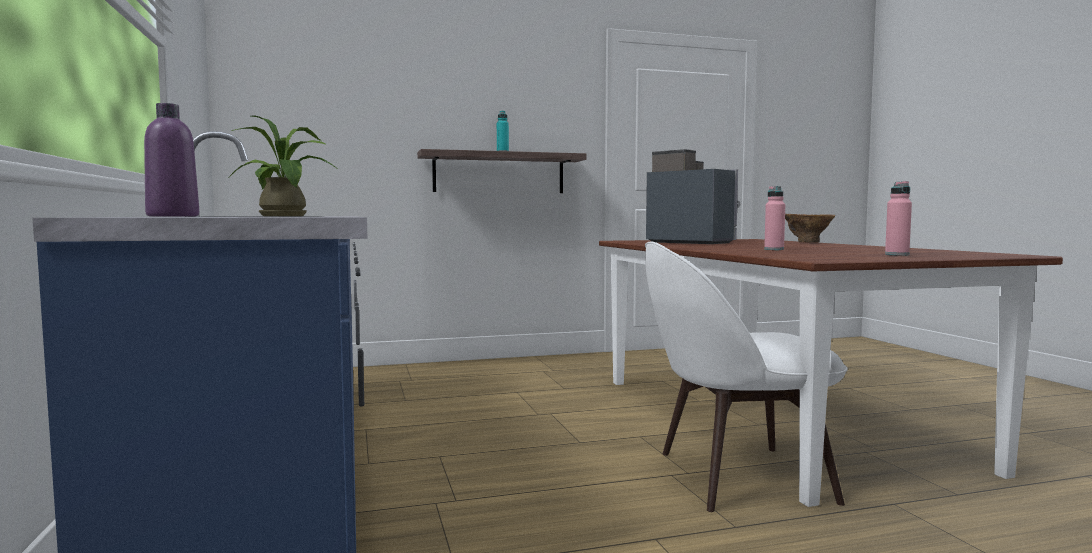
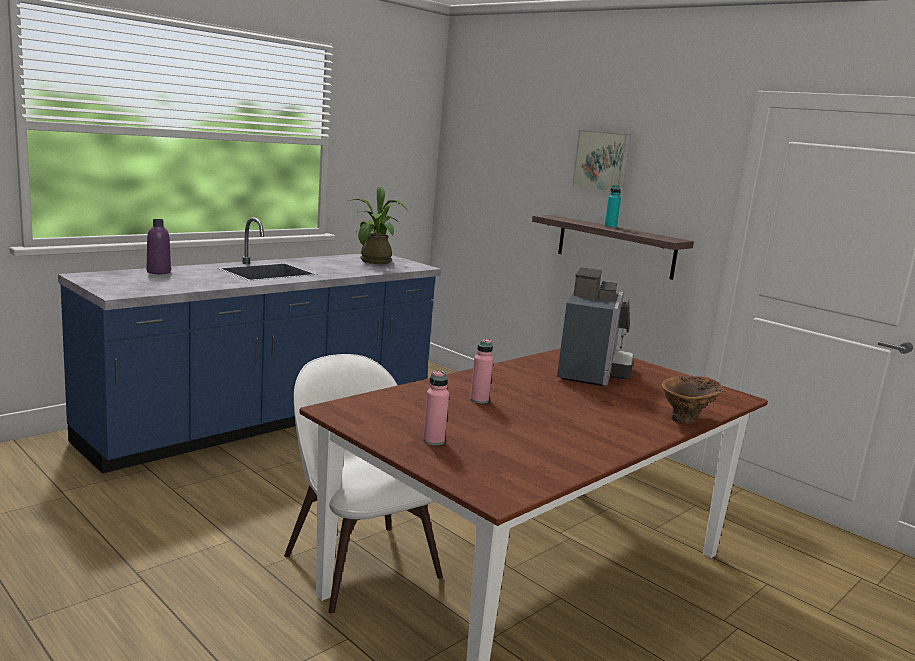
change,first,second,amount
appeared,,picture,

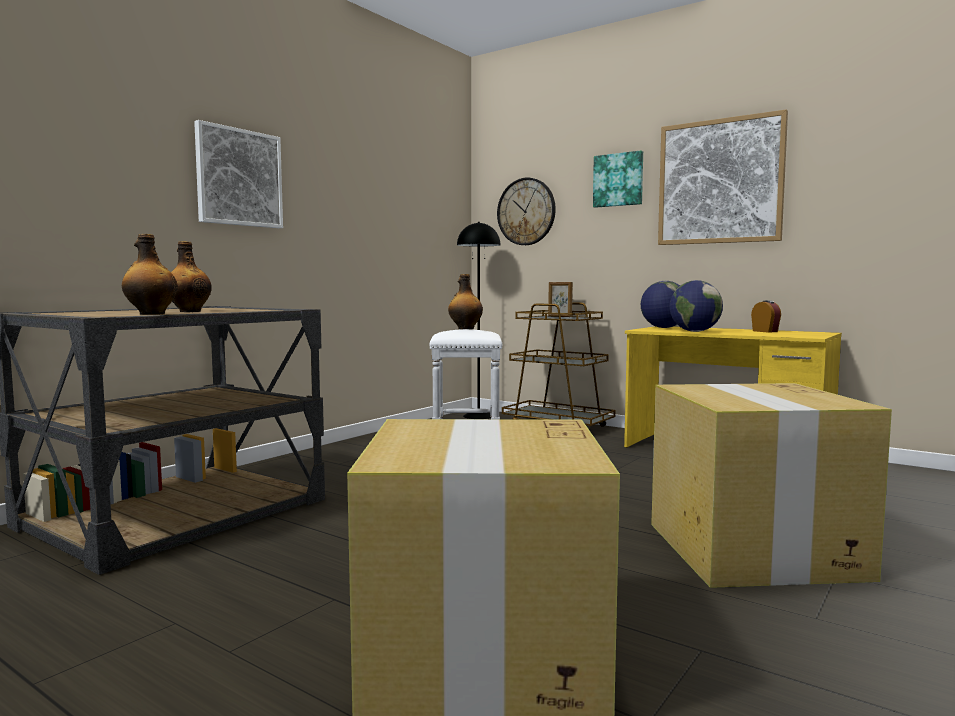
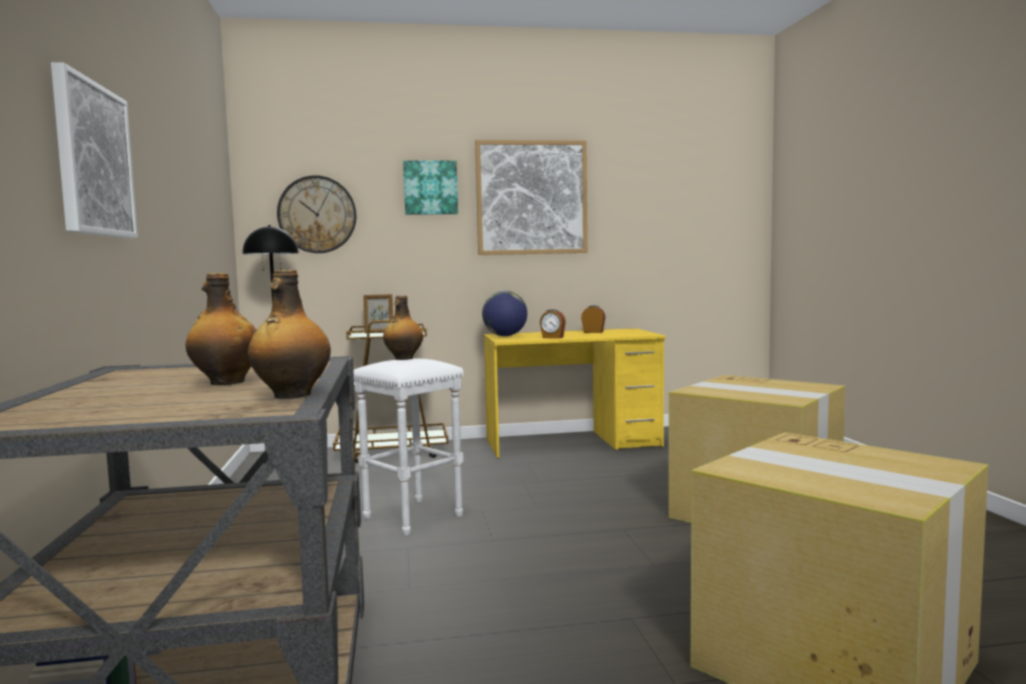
change,first,second,amount
exchanged,globe (no. 2 from left),alarm clock (no. 1 from left),

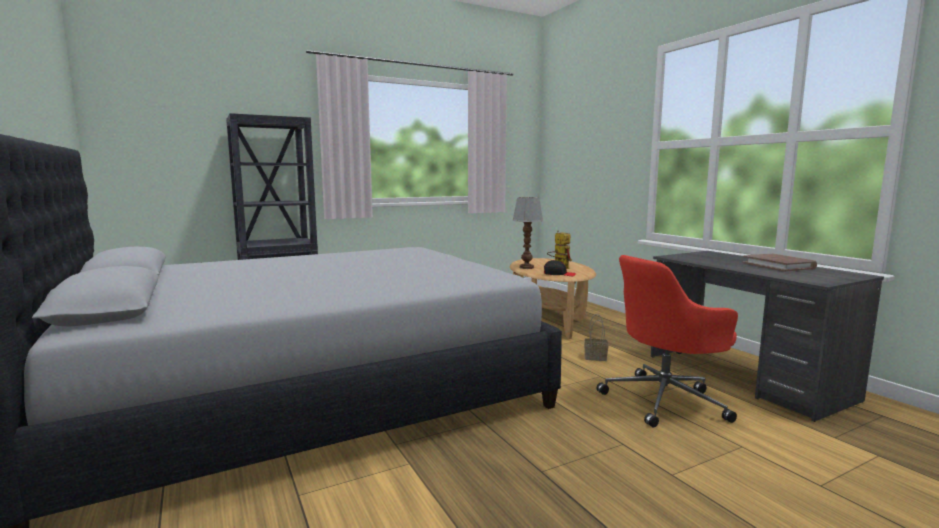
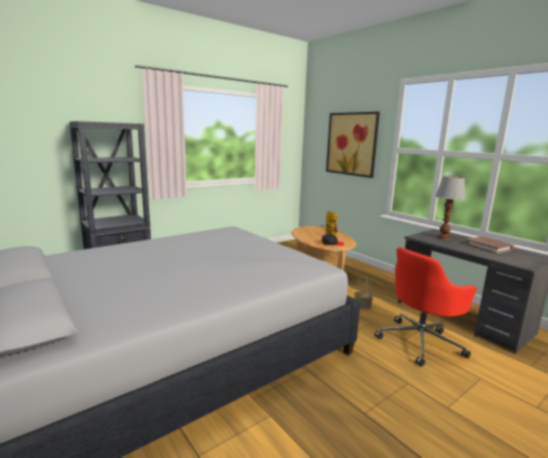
change,first,second,amount
relocated,table lamp,,
appeared,,picture,

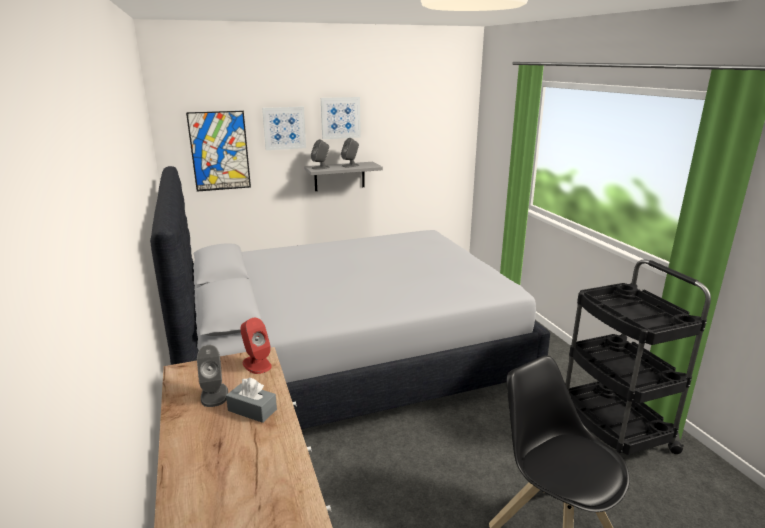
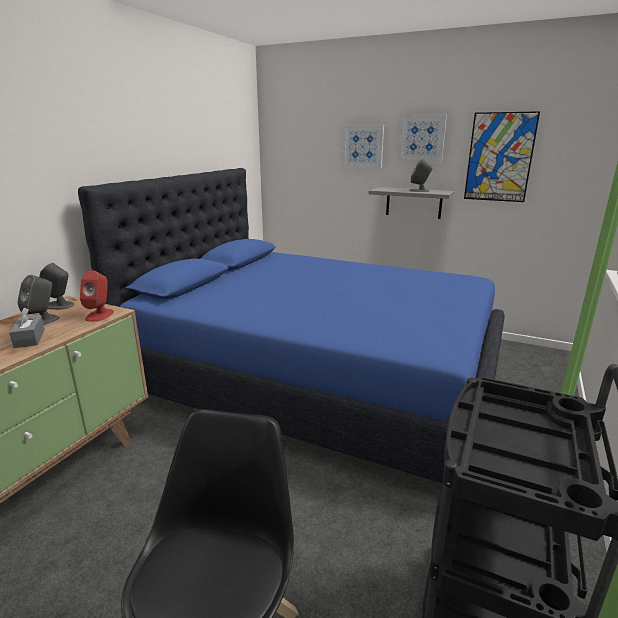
change,first,second,amount
relocated,picture (no. 1 from left in the first image),picture (no. 3 from left),
relocated,speaker/grey (no. 2 from left),,
colour,bed/grey,bed/blue,

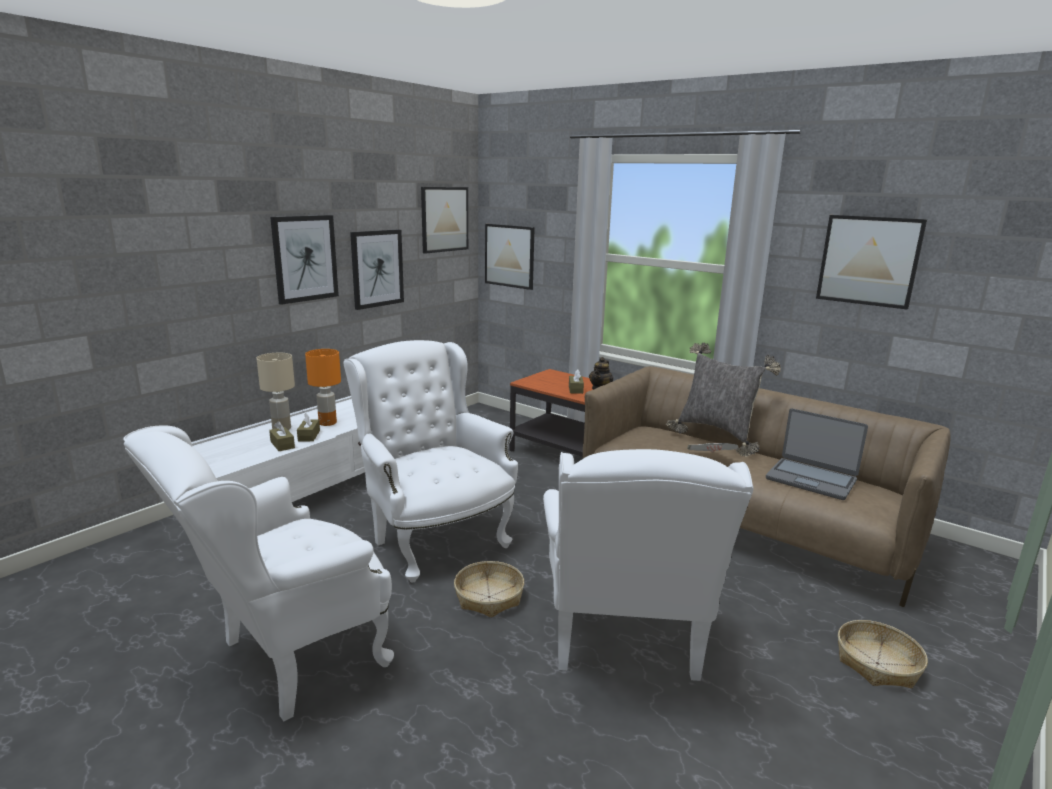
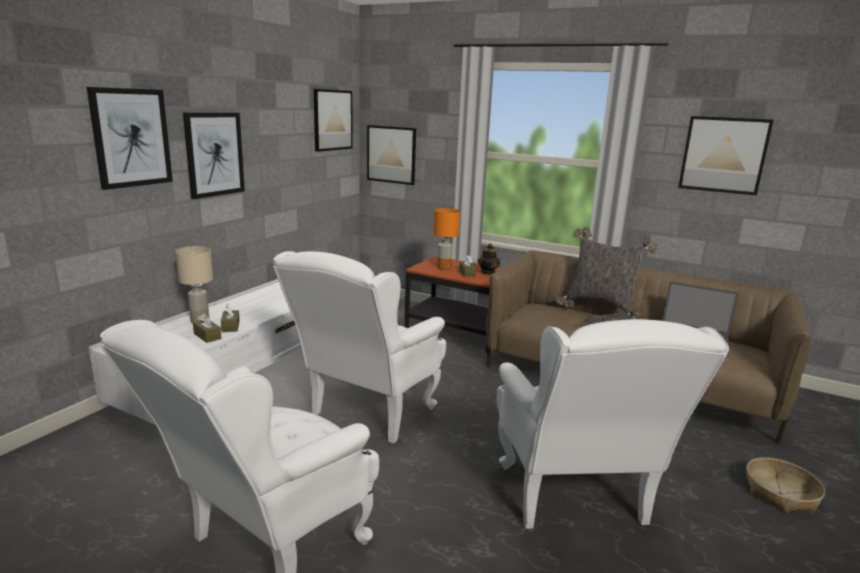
change,first,second,amount
relocated,picture (no. 2 from left in the first image),picture (no. 1 from left),
spun,armchair/white (no. 2 from left),,105 degrees counterclockwise
relocated,table lamp/orange,,
missing,basket (no. 1 from left),,

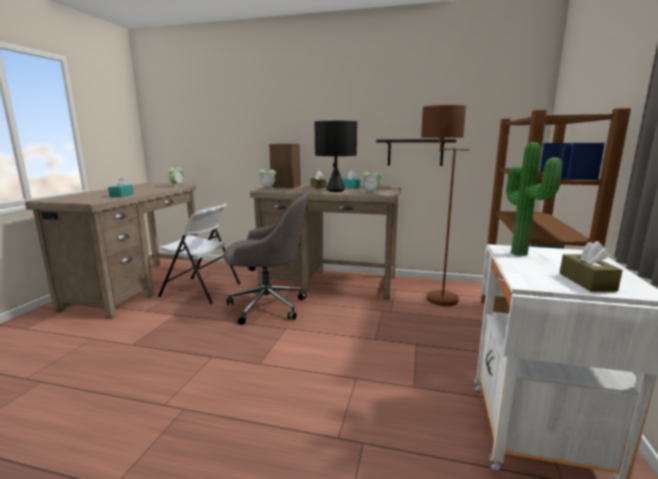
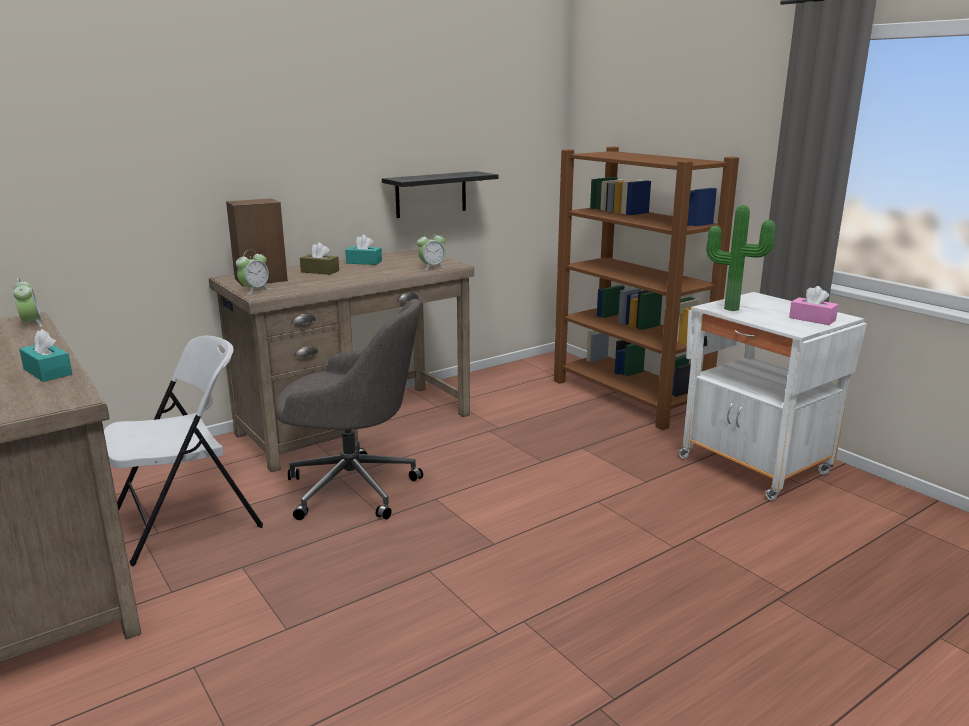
change,first,second,amount
missing,floor lamp/brown,,
missing,table lamp/black,,
spun,office chair/grey,,60 degrees clockwise
colour,tissue box/brown (no. 2 from left),tissue box/pink,

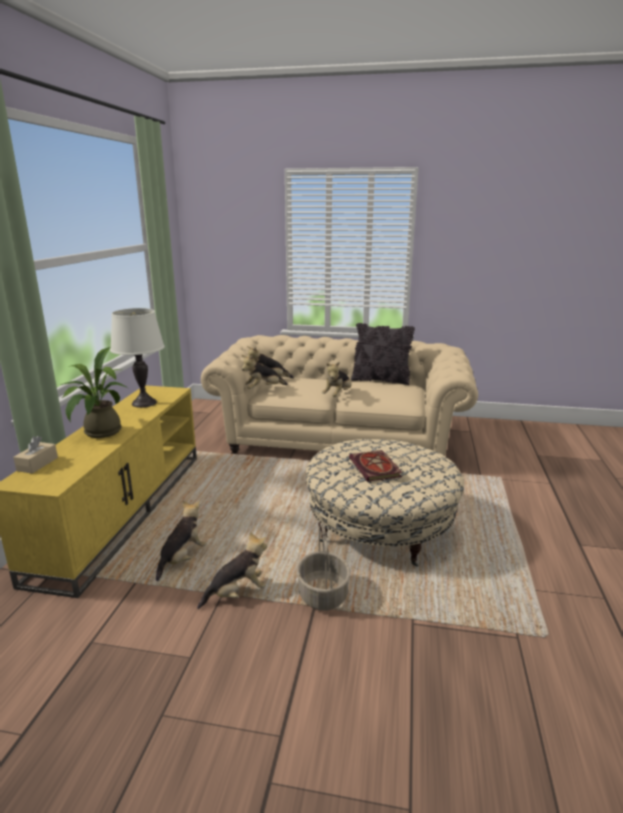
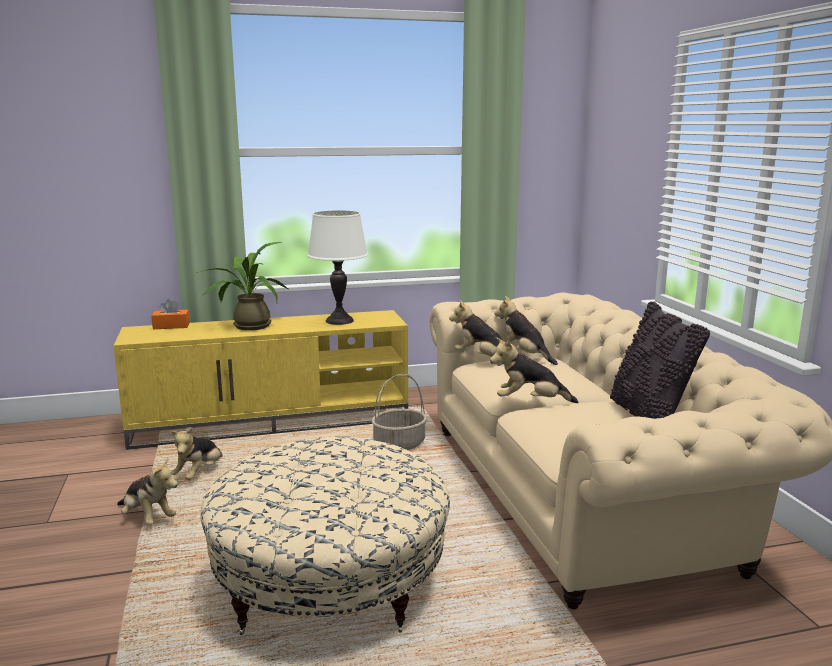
change,first,second,amount
colour,tissue box/beige,tissue box/orange,
missing,book,,
spun,plush toy (no. 1 from left in the first image),plush toy (no. 2 from left),105 degrees clockwise
relocated,basket,,

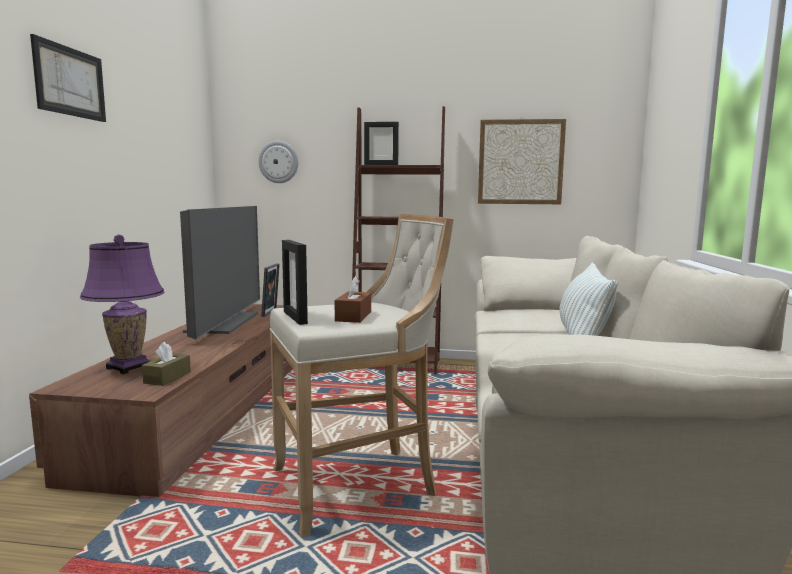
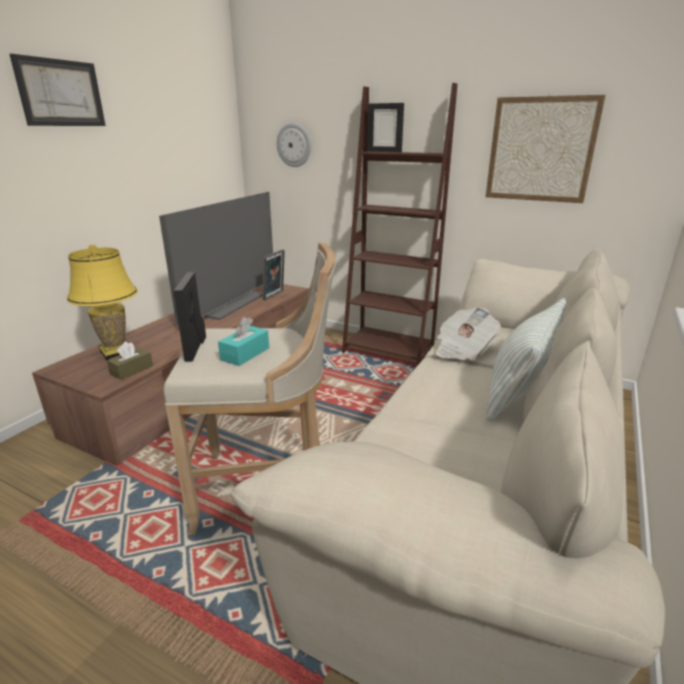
change,first,second,amount
colour,table lamp/purple,table lamp/yellow,
colour,tissue box/brown (no. 2 from left),tissue box/turquoise,
appeared,,newspaper,

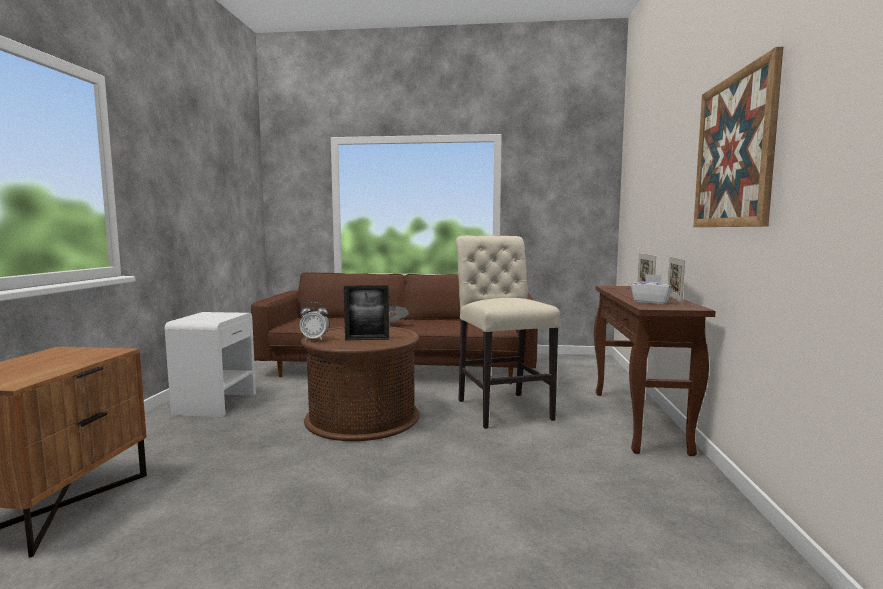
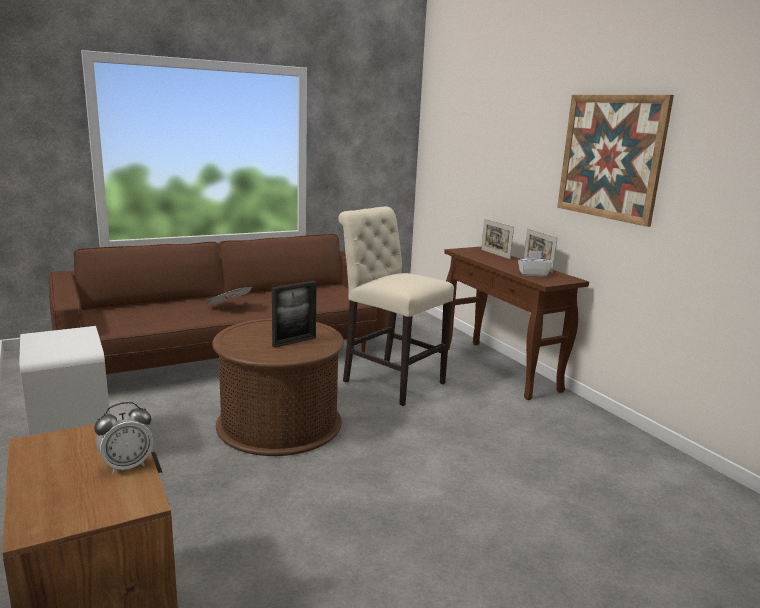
change,first,second,amount
relocated,alarm clock,,

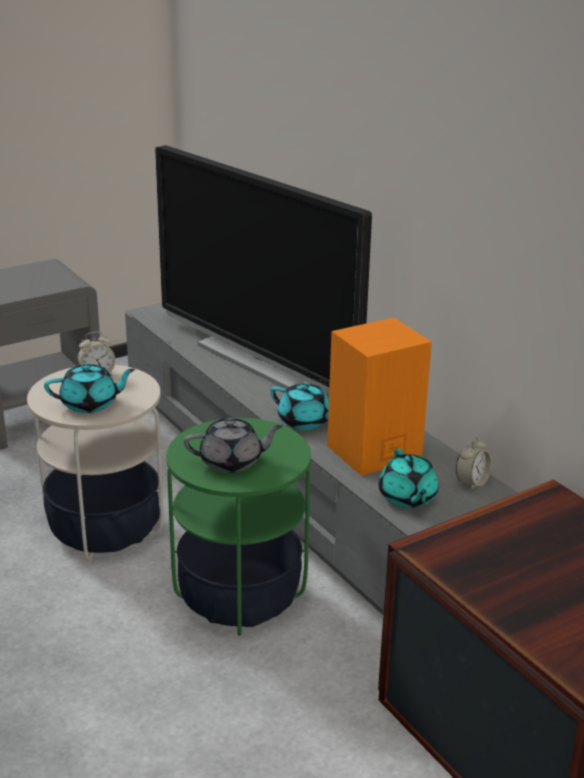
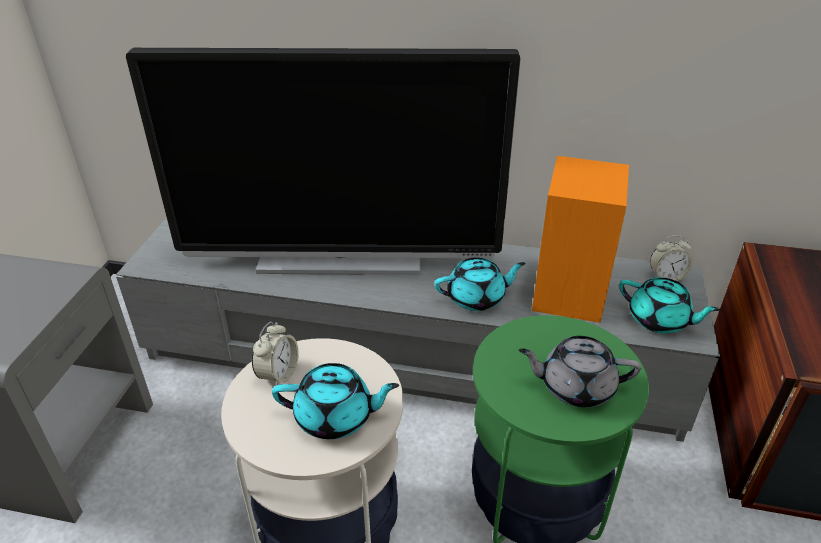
change,first,second,amount
spun,teapot/turquoise (no. 1 from left),,60 degrees clockwise
spun,teapot/grey,,120 degrees counterclockwise
spun,alarm clock (no. 2 from left),,90 degrees clockwise

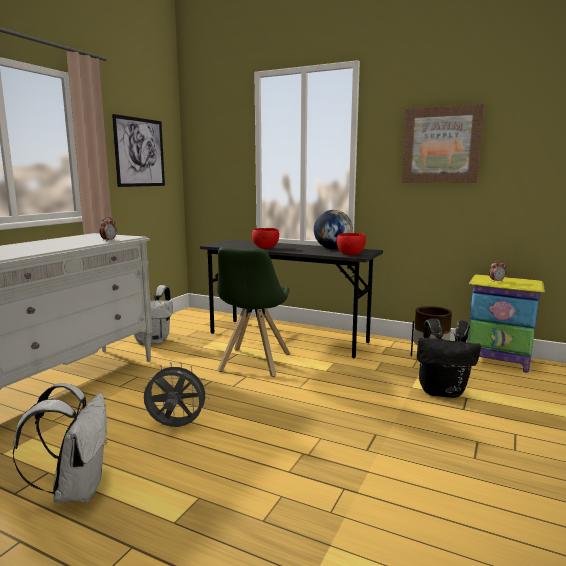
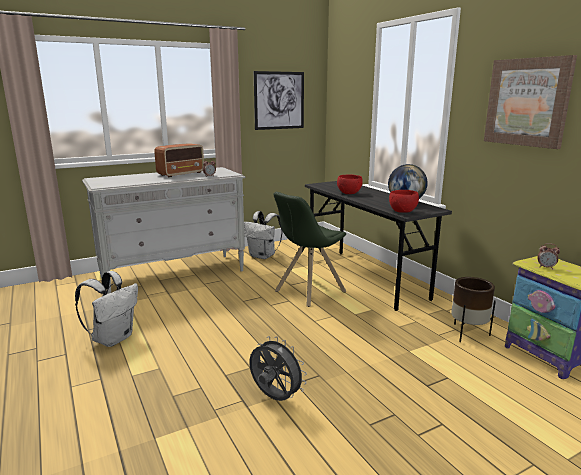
change,first,second,amount
missing,backpack/black,,
relocated,fan/grey,,
appeared,,radio,

